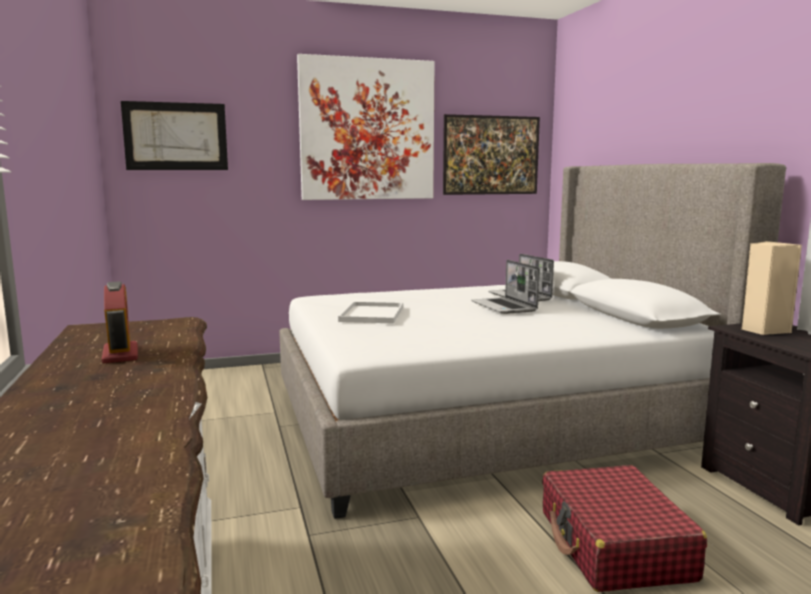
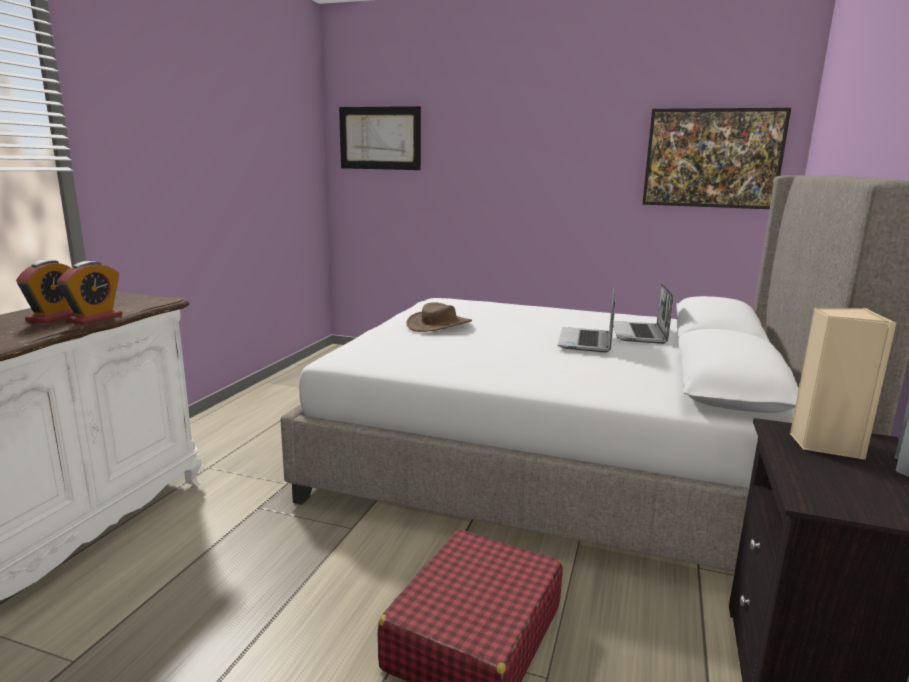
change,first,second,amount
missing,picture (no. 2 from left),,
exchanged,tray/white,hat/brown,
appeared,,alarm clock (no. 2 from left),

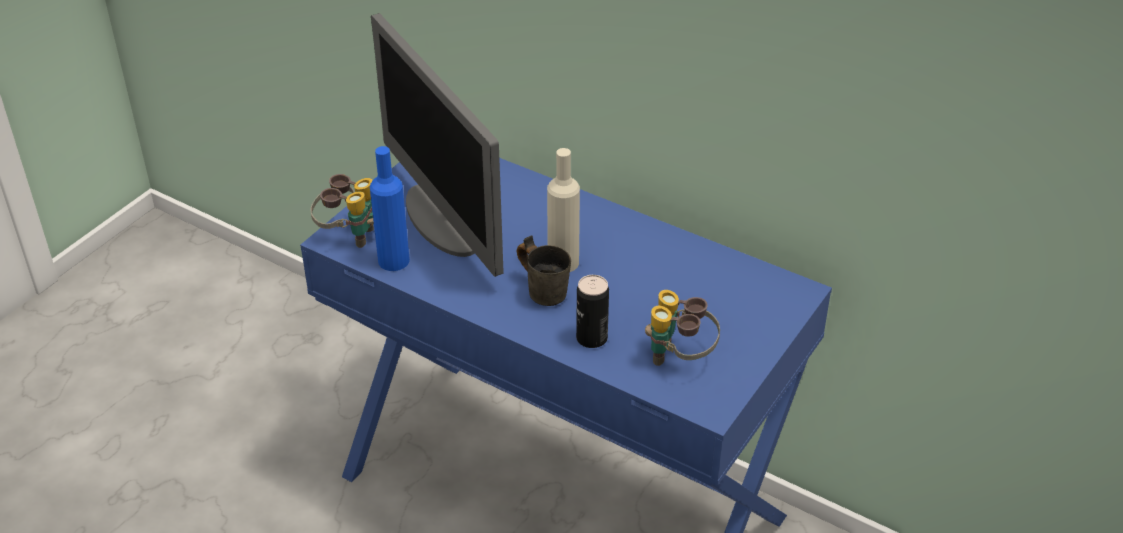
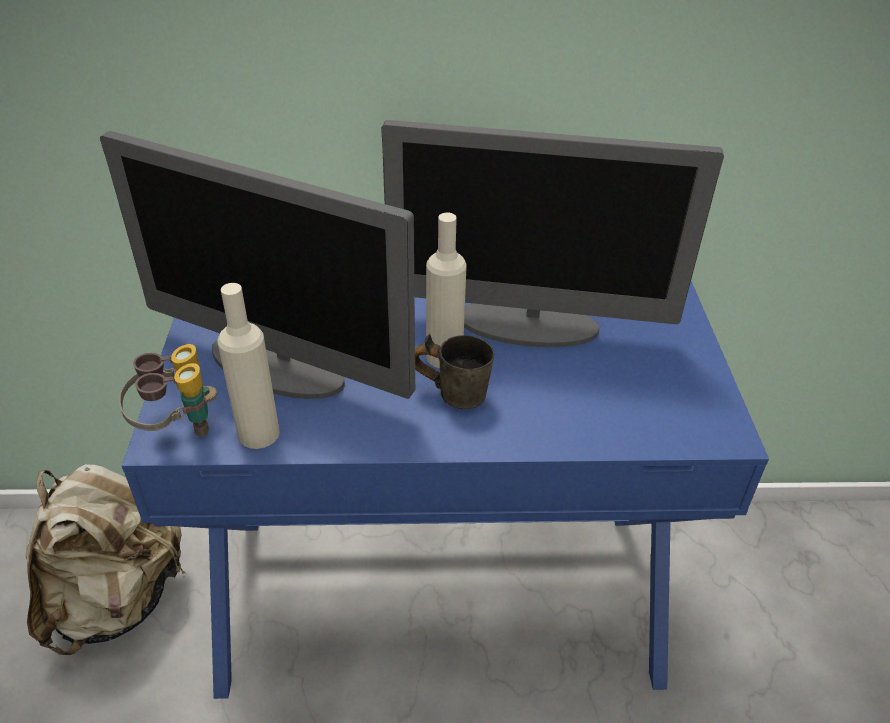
change,first,second,amount
colour,bottle/blue,bottle/beige (no. 1 from left),
missing,can,,
missing,binoculars (no. 2 from left),,
appeared,,monitor (no. 2 from left),
appeared,,backpack/beige,

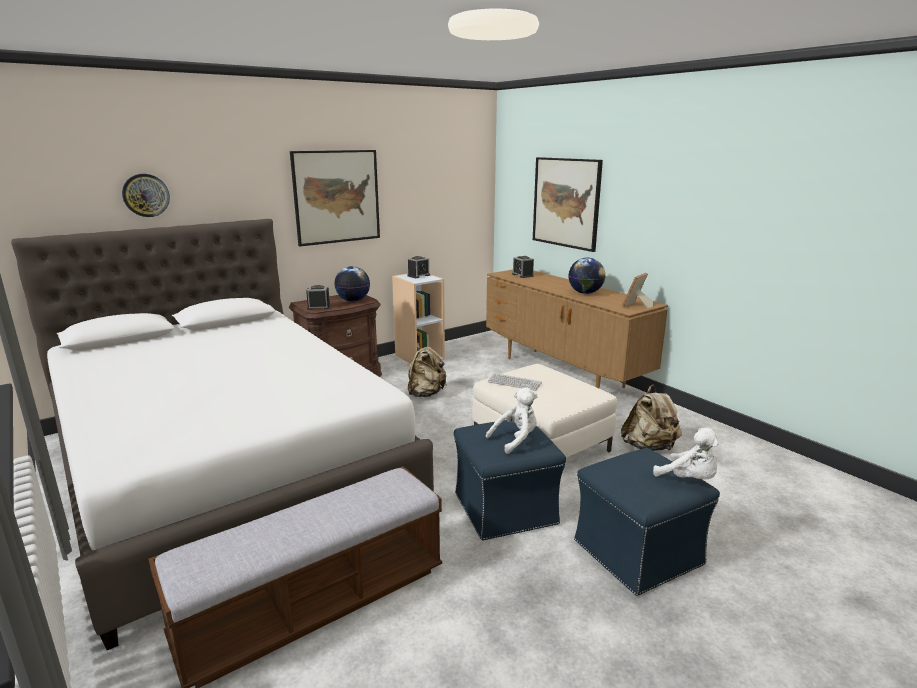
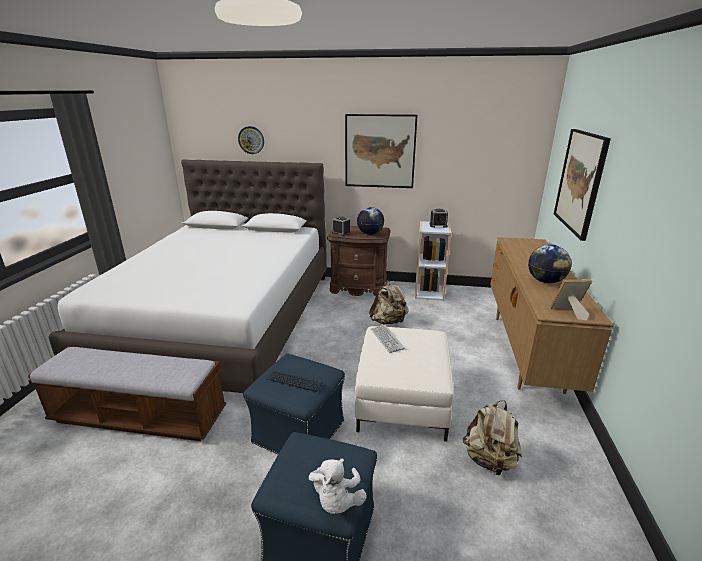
change,first,second,amount
missing,alarm clock (no. 3 from left),,
exchanged,plush toy/white (no. 1 from left),keyboard (no. 1 from left),

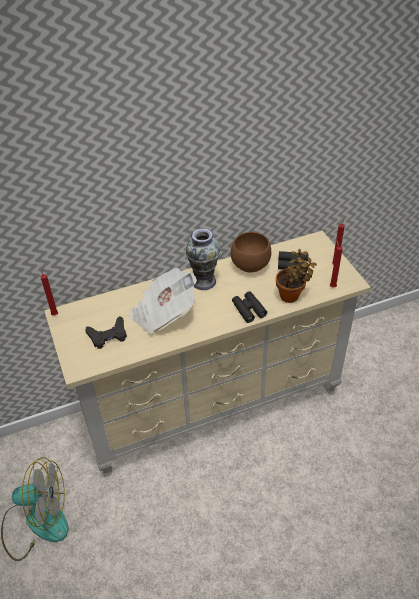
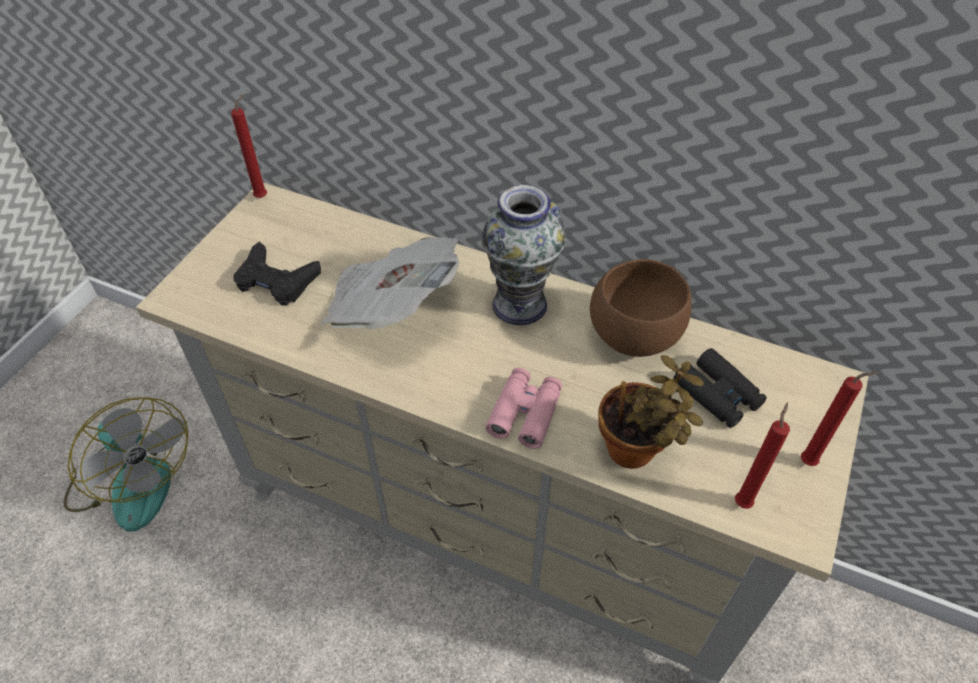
change,first,second,amount
colour,binoculars/black (no. 1 from left),binoculars/pink,

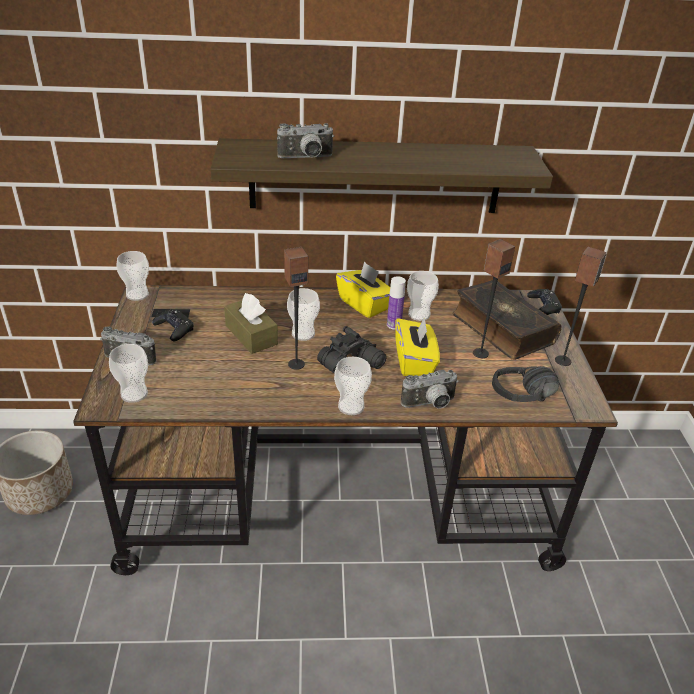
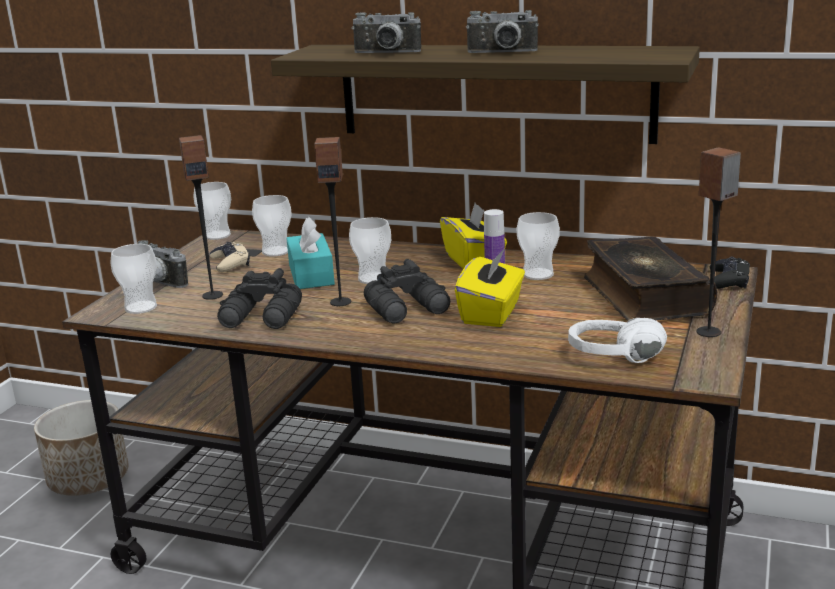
change,first,second,amount
relocated,speaker (no. 2 from left in the first image),speaker (no. 1 from left),
colour,tissue box/brown,tissue box/turquoise,
colour,game controller/black (no. 1 from left),game controller/beige,
relocated,cup (no. 4 from left in the first image),cup (no. 3 from left),
colour,headphones/black,headphones/white,
relocated,photo camera (no. 3 from left),,
appeared,,binoculars/black (no. 1 from left),

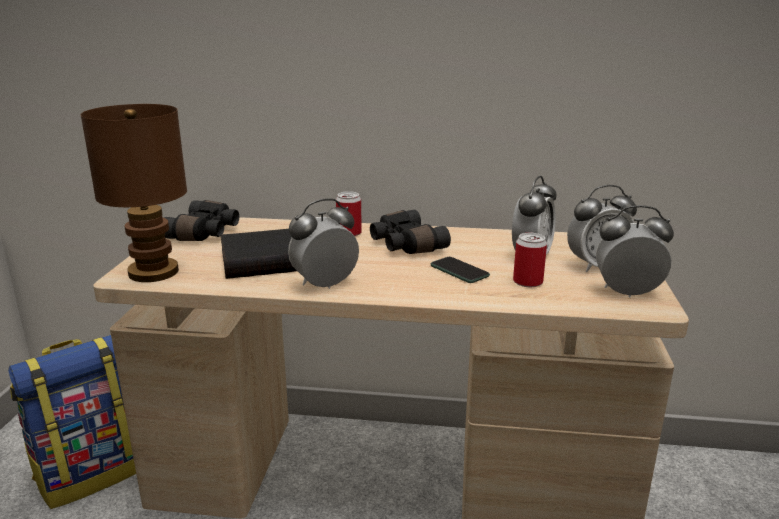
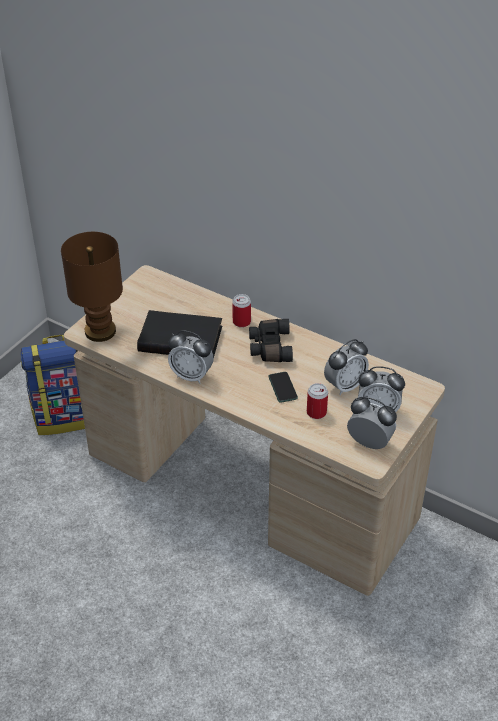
change,first,second,amount
spun,alarm clock (no. 1 from left),,150 degrees counterclockwise
missing,binoculars/black (no. 1 from left),,

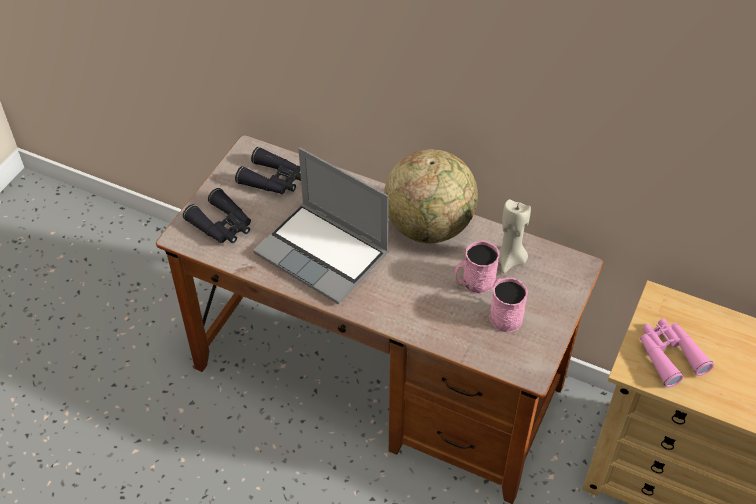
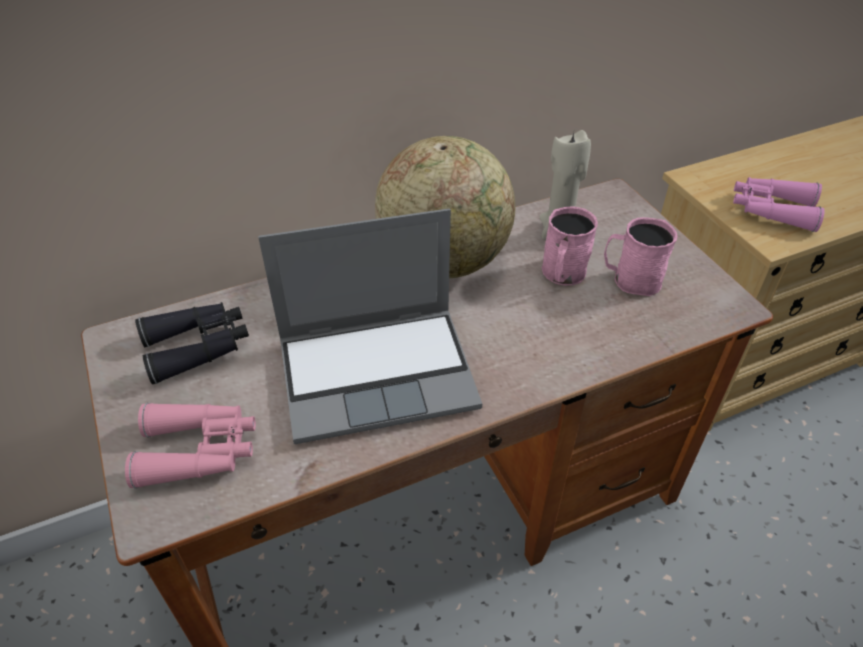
change,first,second,amount
colour,binoculars/black (no. 1 from left),binoculars/pink (no. 1 from left),

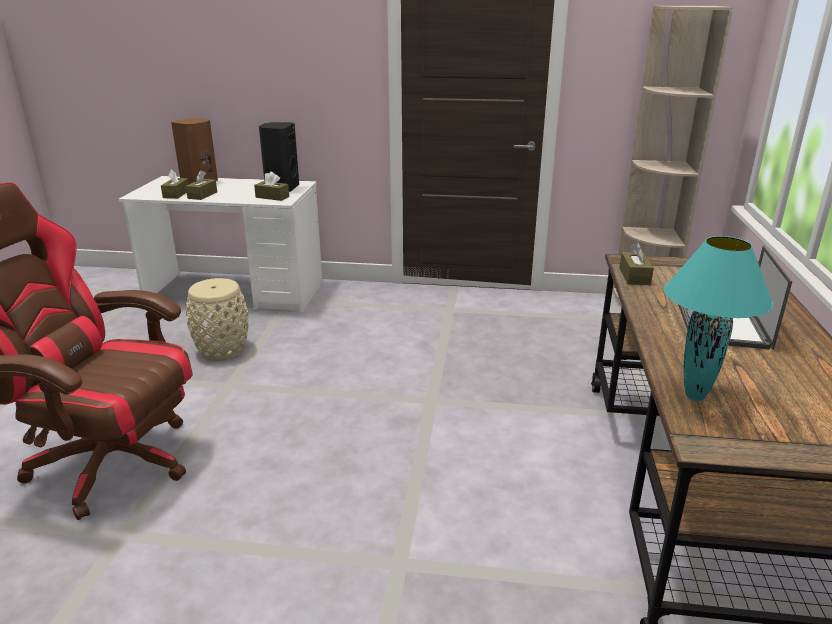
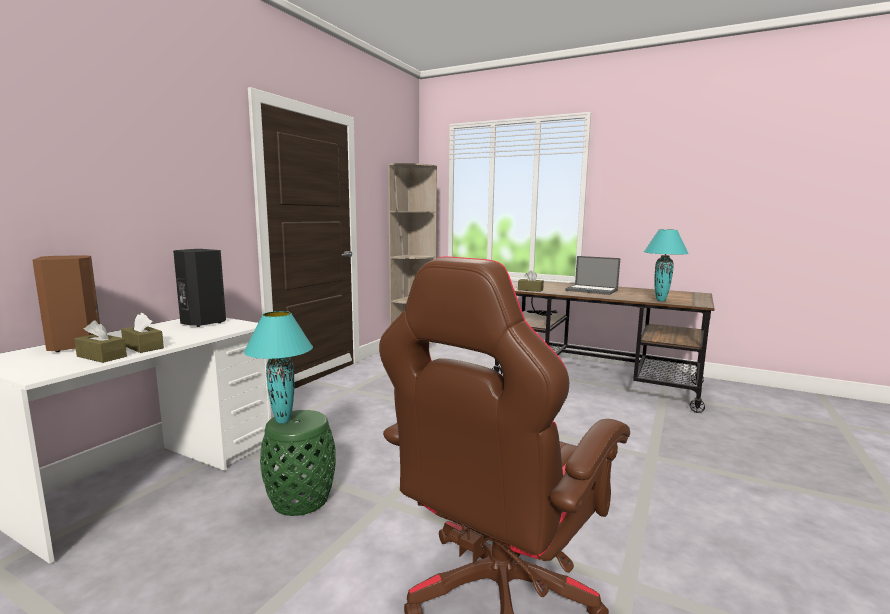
change,first,second,amount
missing,tissue box/brown (no. 3 from left),,
colour,stool/beige,stool/green,
appeared,,table lamp/turquoise (no. 1 from left),

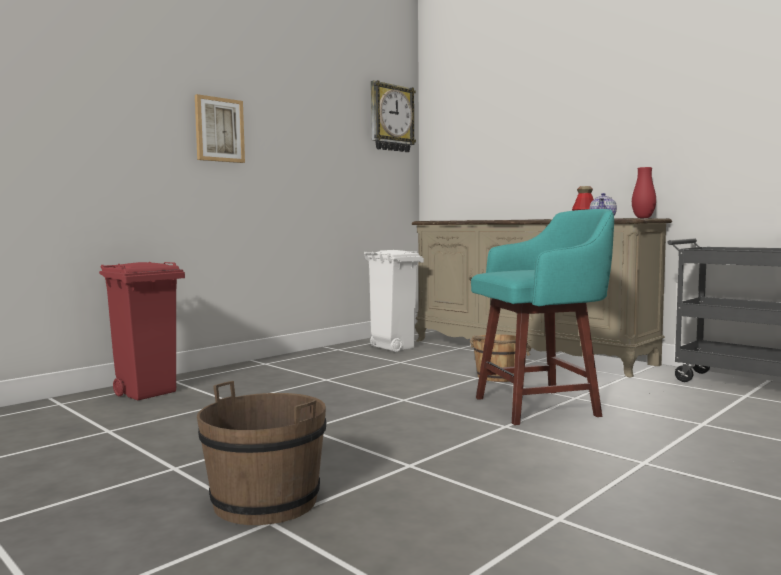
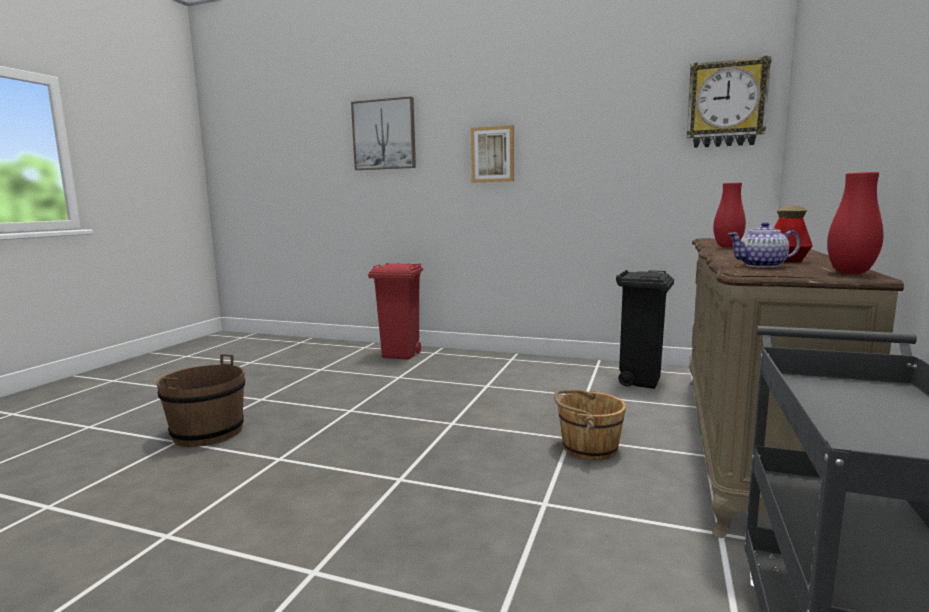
change,first,second,amount
missing,stool/turquoise,,
colour,trash can/white,trash can/black,
appeared,,picture (no. 1 from left),
appeared,,vase/red (no. 1 from left),

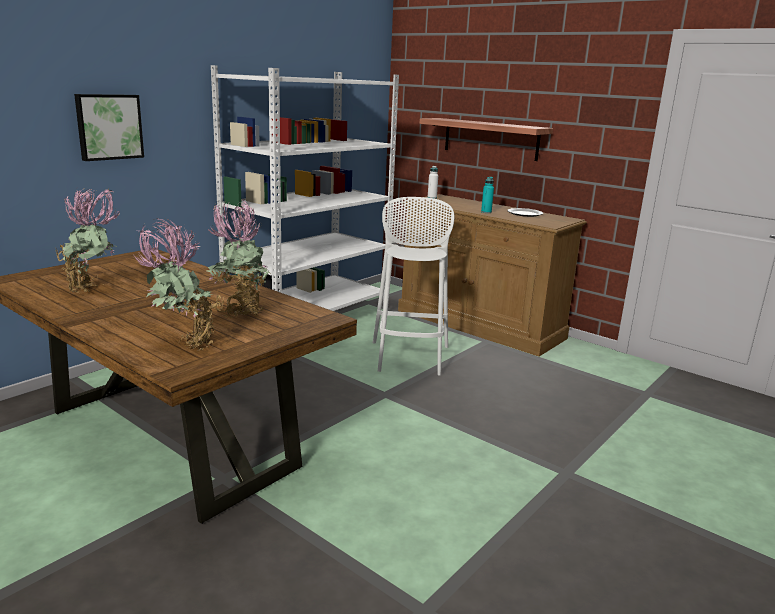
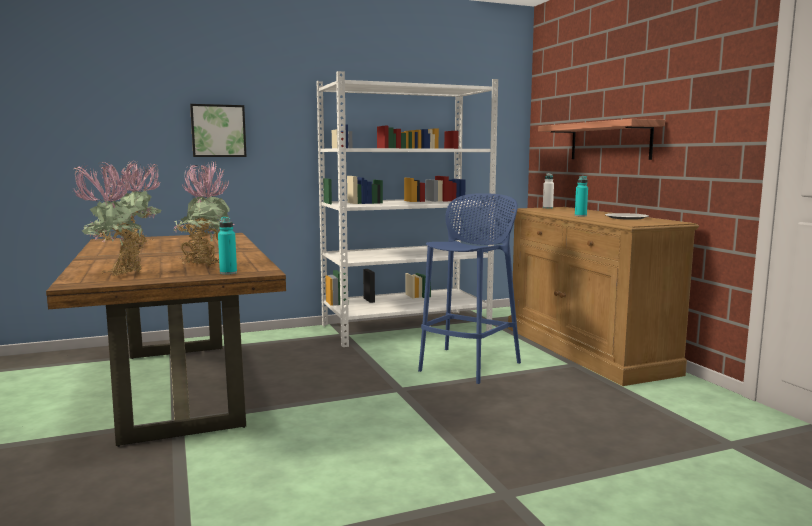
change,first,second,amount
colour,stool/white,stool/blue,
appeared,,bottle/turquoise (no. 1 from left),

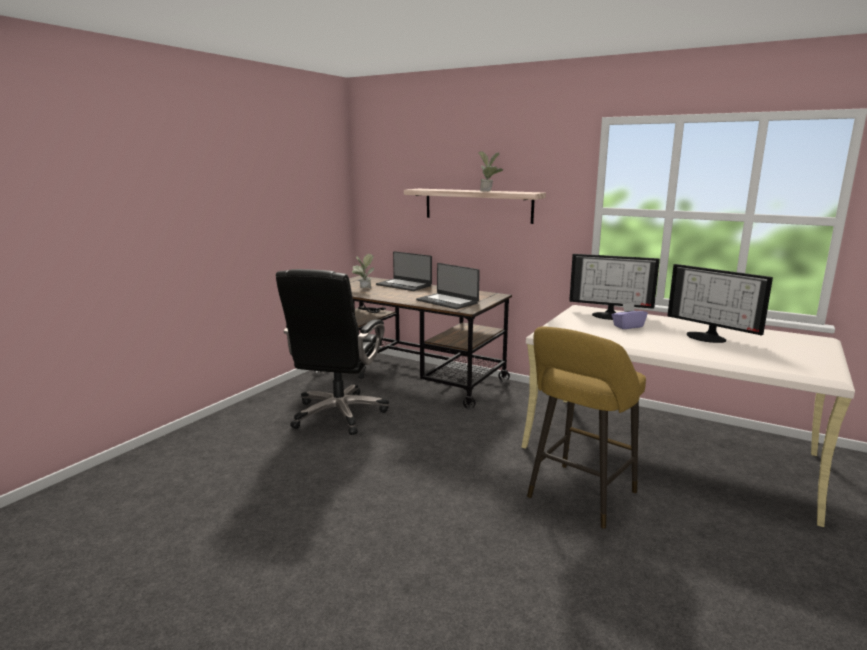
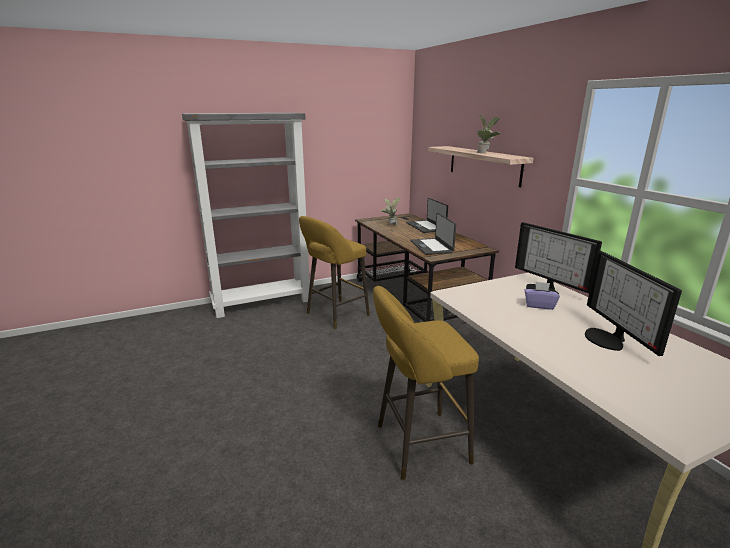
change,first,second,amount
exchanged,office chair/black,stool/yellow (no. 1 from left),
appeared,,bookcase/grey,

